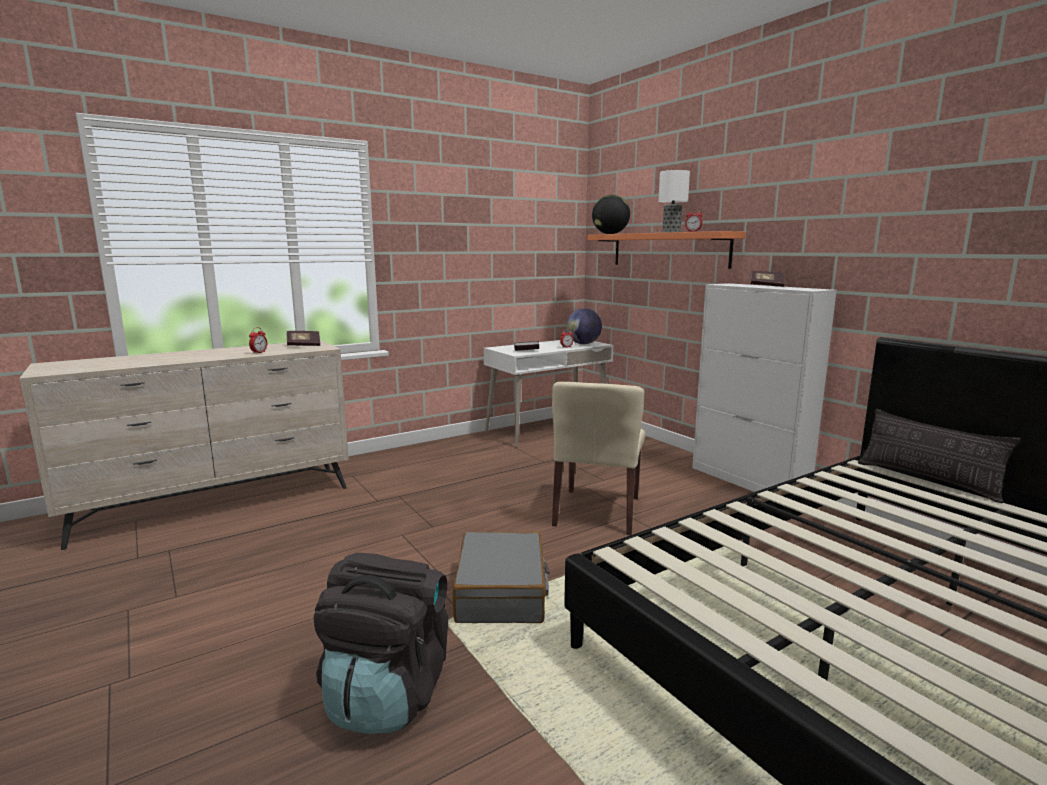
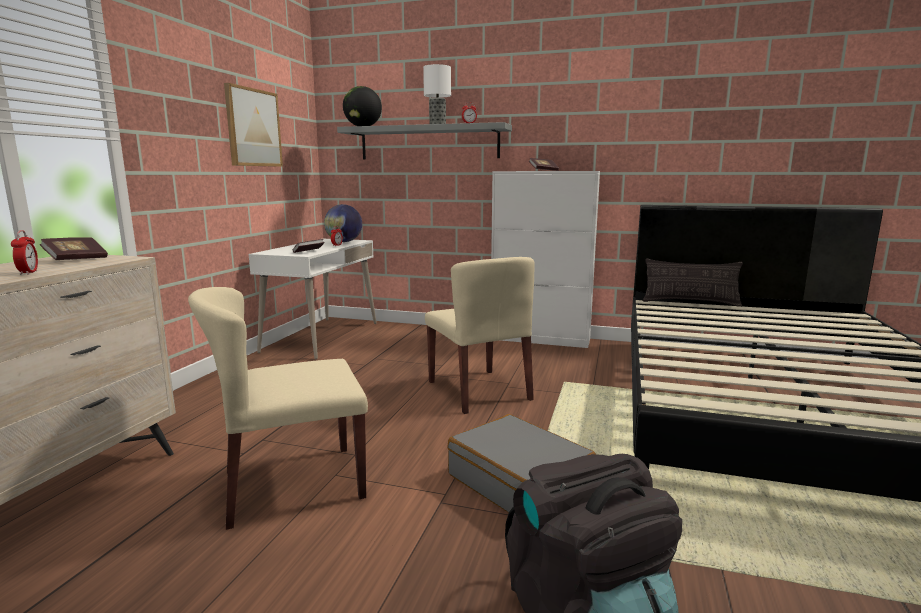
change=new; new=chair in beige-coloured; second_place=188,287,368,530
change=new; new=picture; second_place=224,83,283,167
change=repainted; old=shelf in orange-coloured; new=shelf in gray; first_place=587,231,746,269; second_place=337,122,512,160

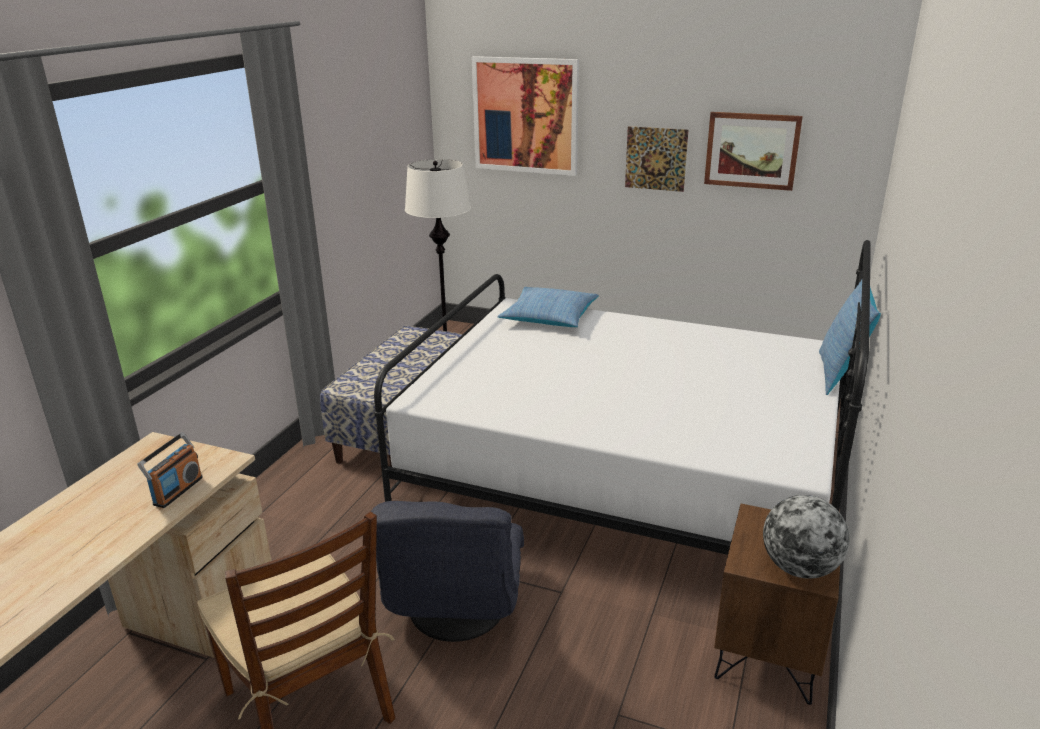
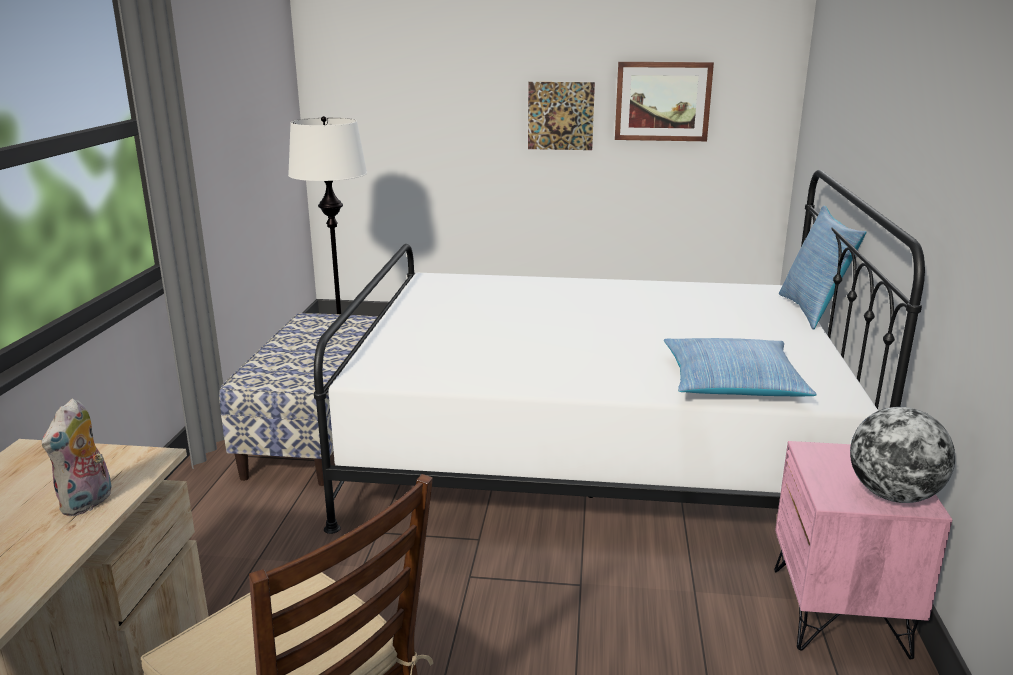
change=gone; old=lounge chair in gray; first_place=371,501,524,642
change=gone; old=picture; first_place=472,56,579,176
change=shifted; old=pillow; first_place=497,287,599,327; second_place=664,338,816,397
change=swapped; old=radio set; new=cuddly toy; first_place=137,432,203,508; second_place=42,398,112,516
change=repainted; old=bedside table in brown-coloured; new=bedside table in pink; first_place=714,504,840,705; second_place=774,441,952,659

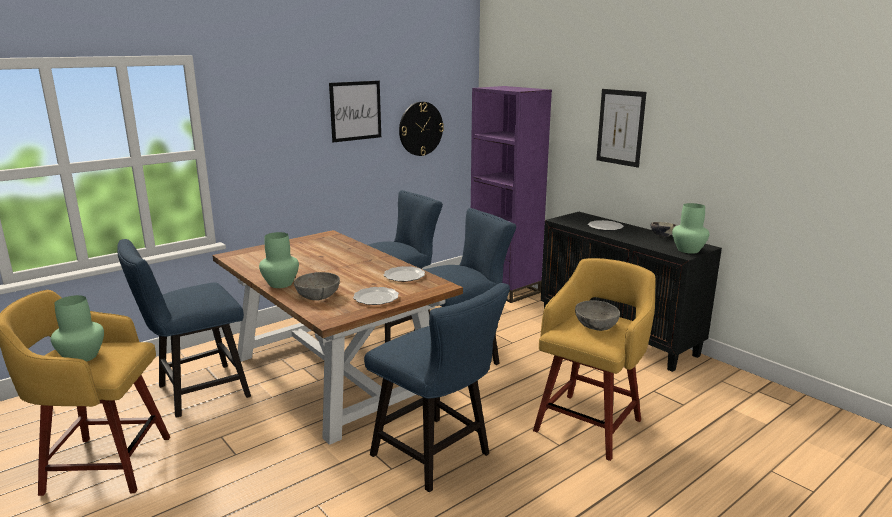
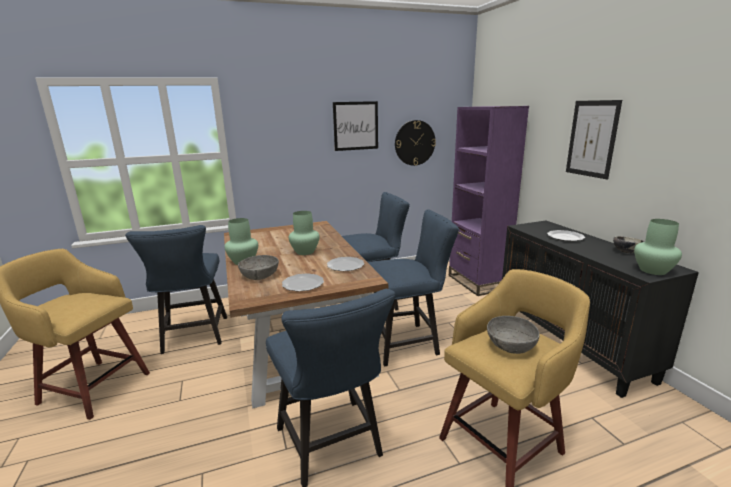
change=shifted; old=flower vase in green-coloured; first_place=51,295,104,362; second_place=289,211,320,255
change=rotated; old=chair in blue-coloured; first_place=117,239,251,418; second_place=125,225,227,354; degrees=-90

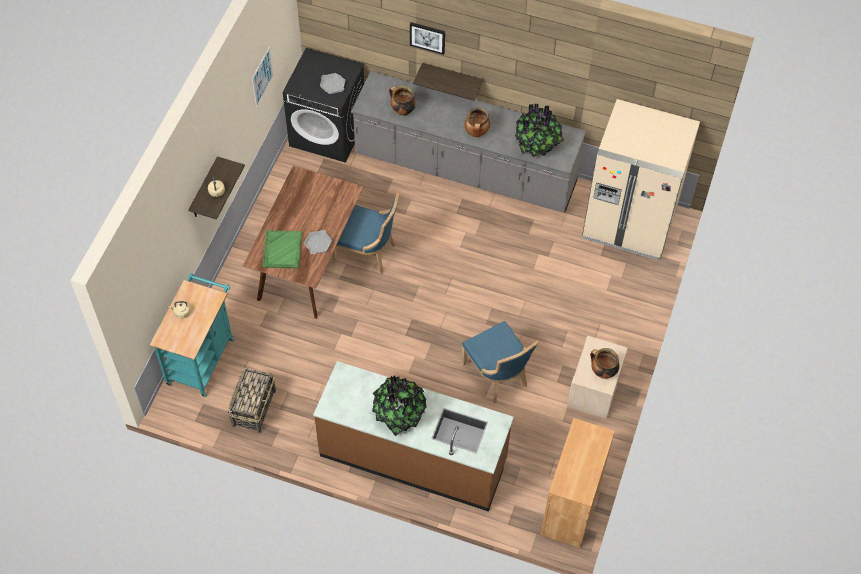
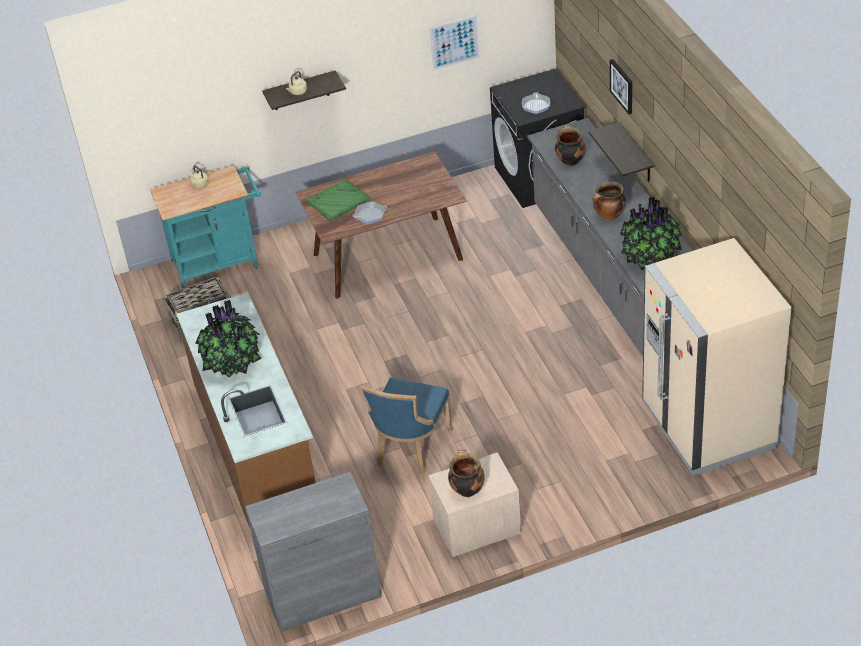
change=gone; old=chair in blue-coloured; first_place=331,193,399,274
change=repainted; old=cupboard in brown-coloured; new=cupboard in gray; first_place=540,418,615,548; second_place=245,472,382,632

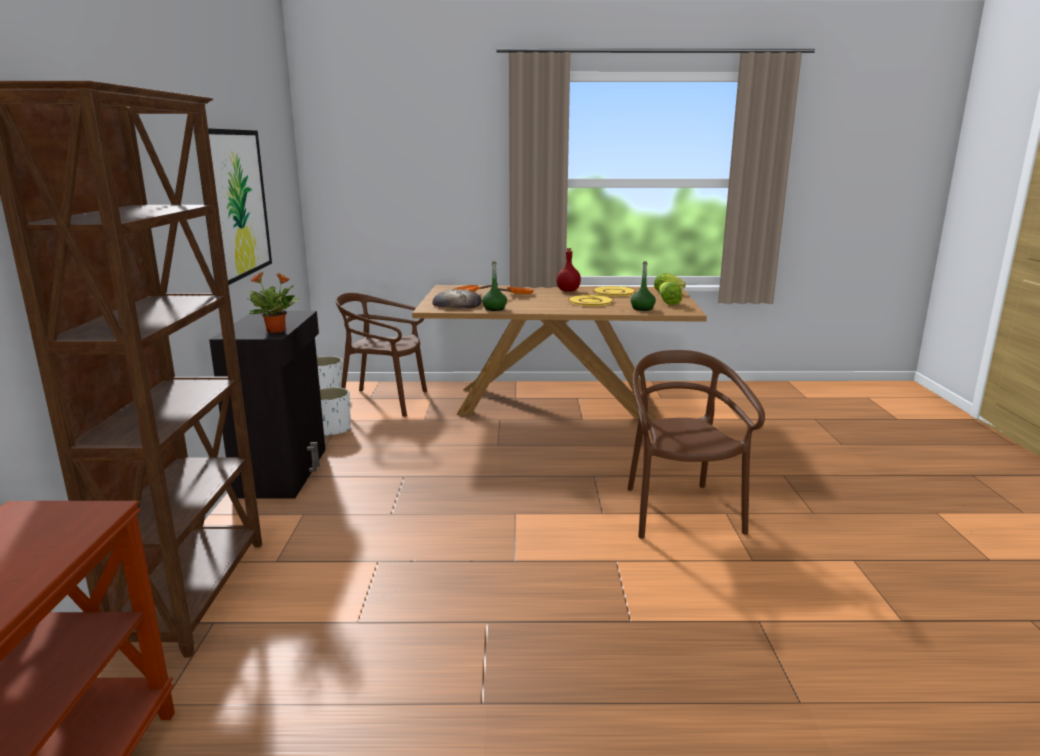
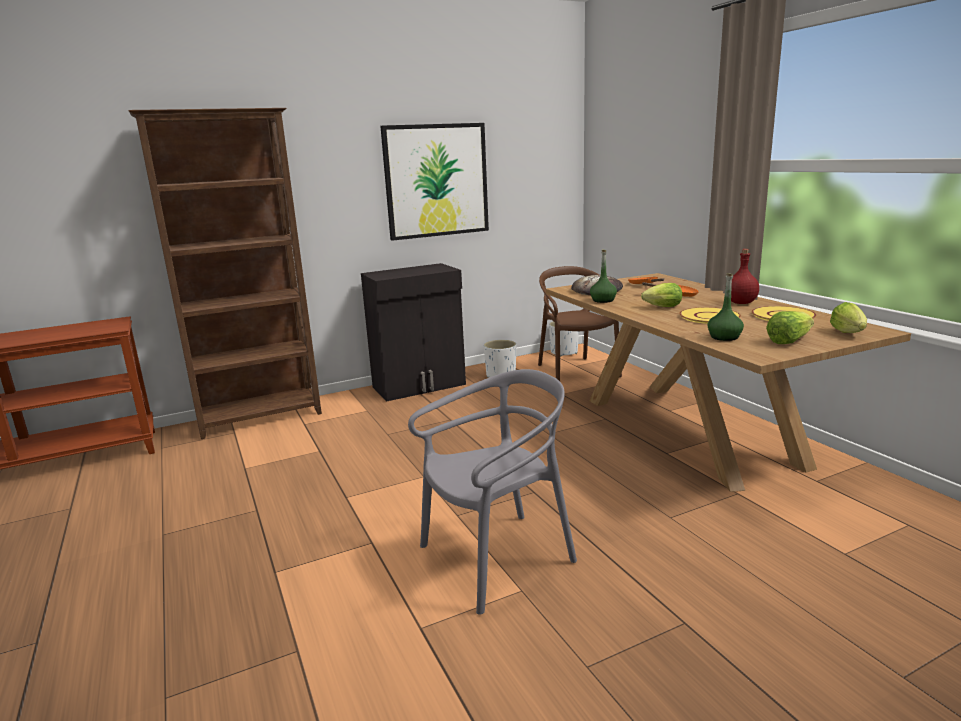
change=gone; old=potted plant; first_place=245,272,300,333
change=new; new=lettuce head; second_place=641,283,682,307
change=repainted; old=chair in brown-coloured; new=chair in gray; first_place=628,350,765,539; second_place=408,369,577,615

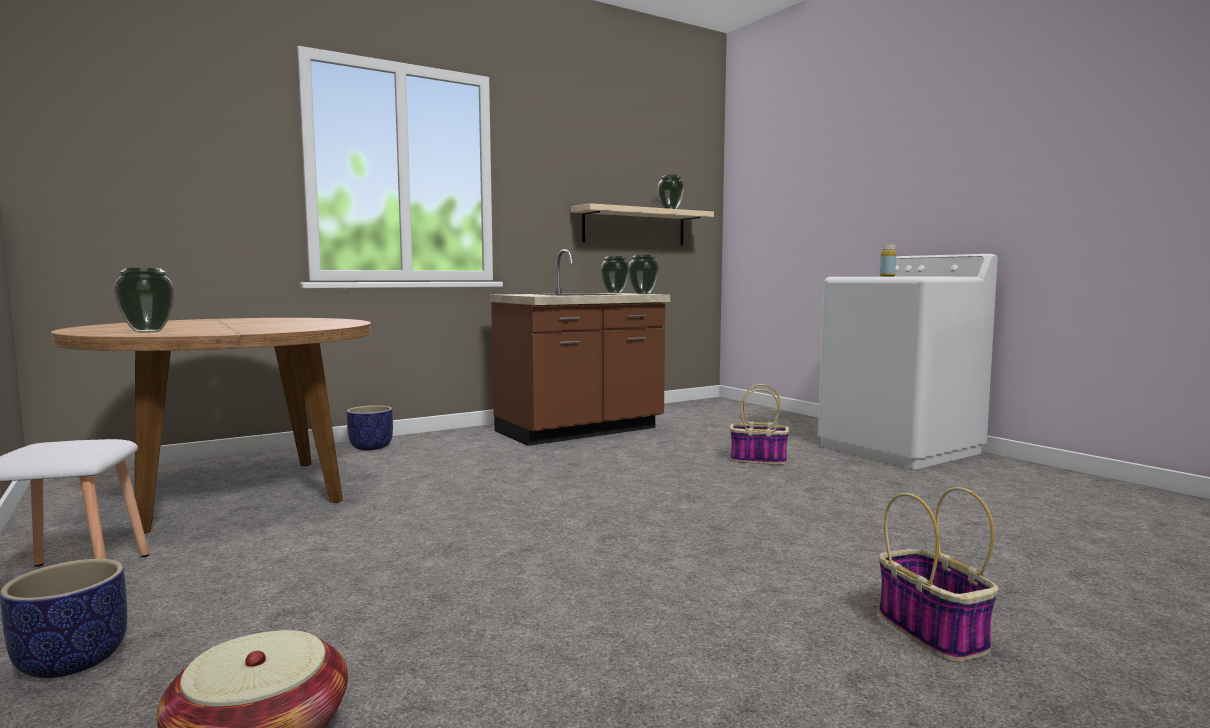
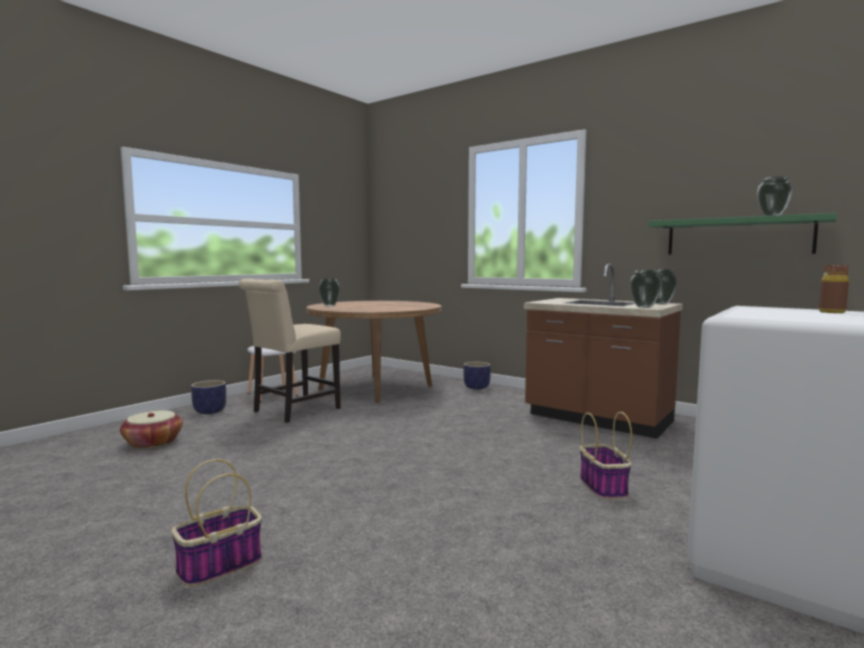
change=new; new=chair in beige-coloured; second_place=239,279,341,423
change=repainted; old=shelf in beige-coloured; new=shelf in green-coloured; first_place=571,203,714,245; second_place=648,213,837,255
change=repainted; old=drink bottle in yellowish; new=drink bottle in brown-coloured; first_place=880,244,896,276; second_place=819,265,849,313

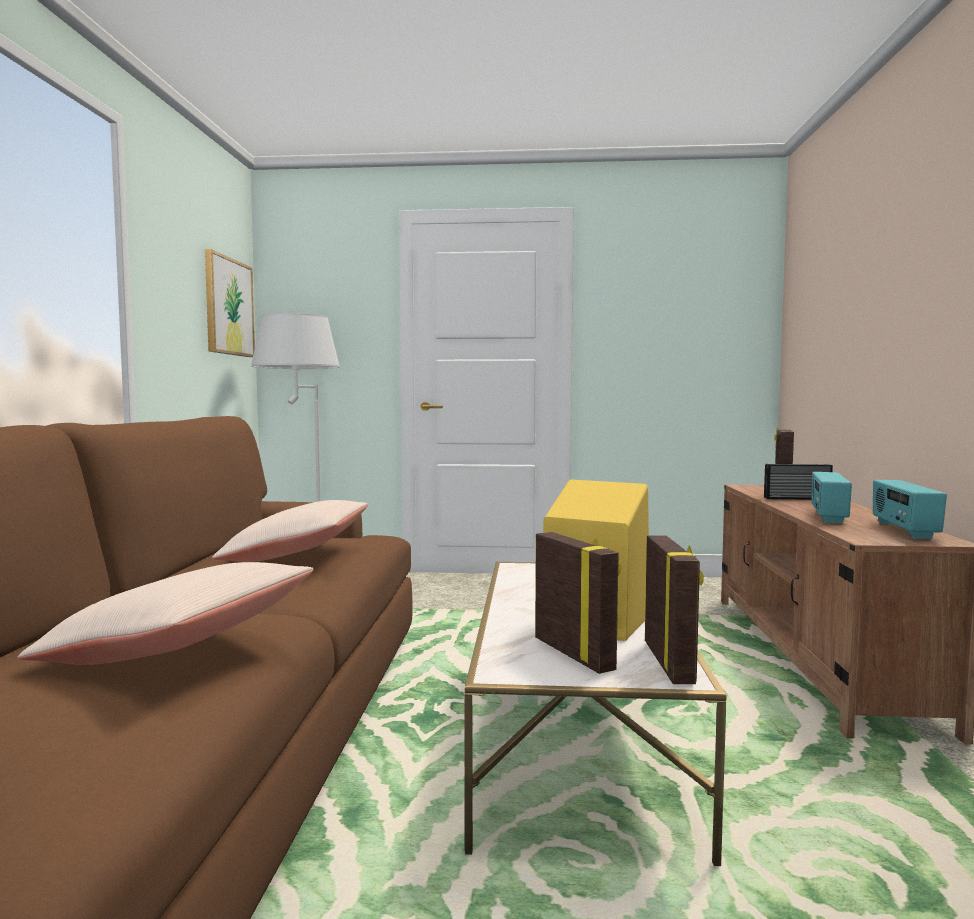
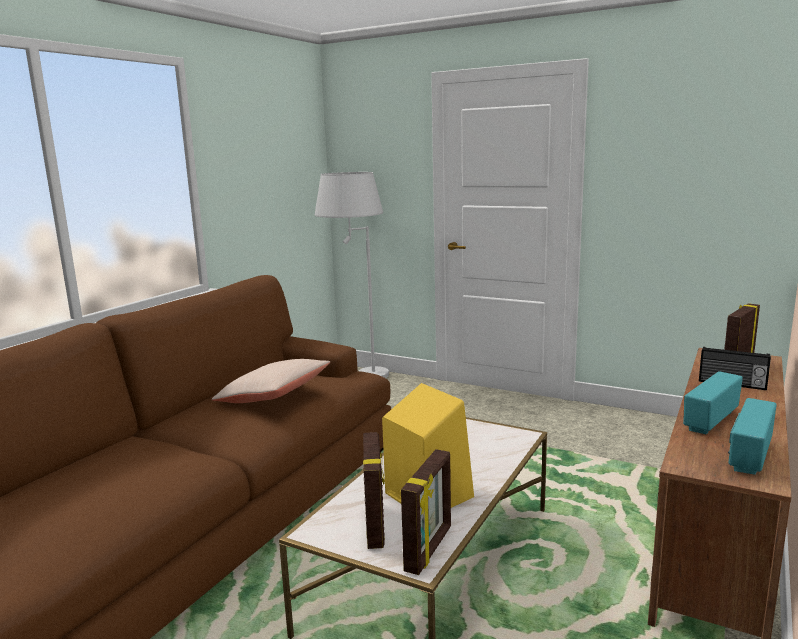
change=gone; old=pillow in beige-coloured; first_place=18,562,314,665
change=gone; old=picture; first_place=205,249,255,357

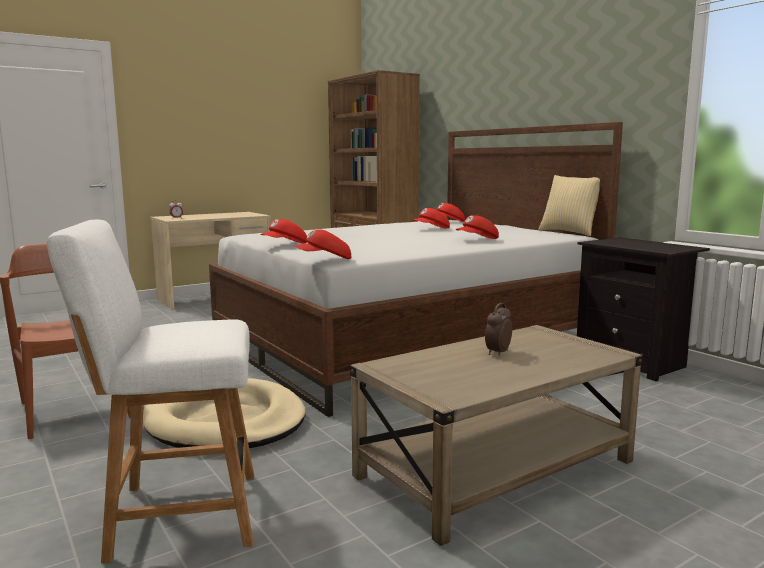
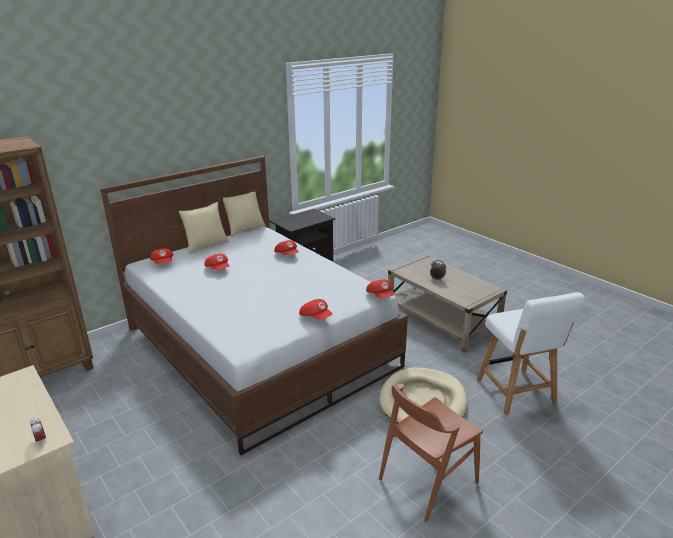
change=new; new=pillow; second_place=178,202,229,253

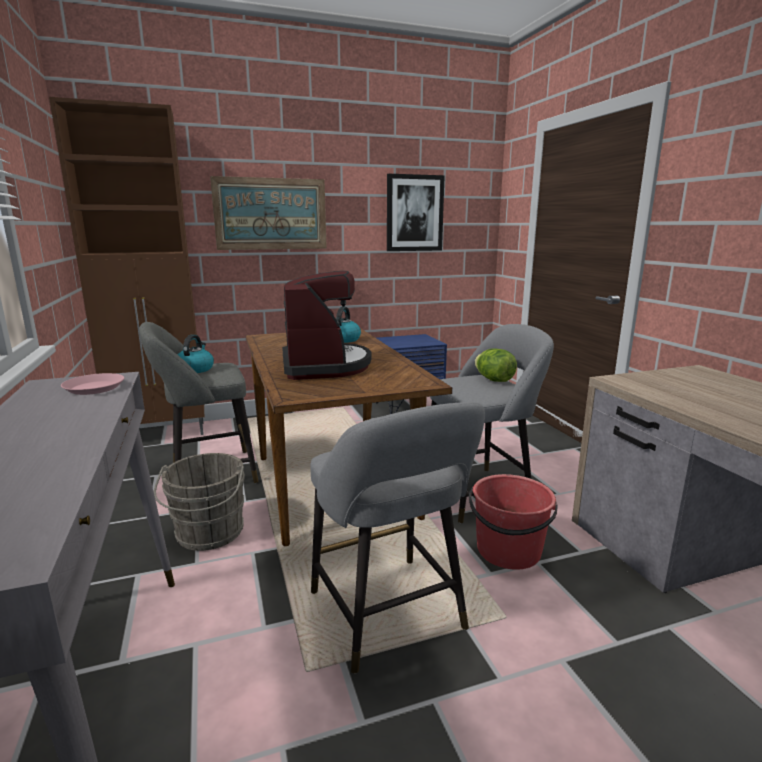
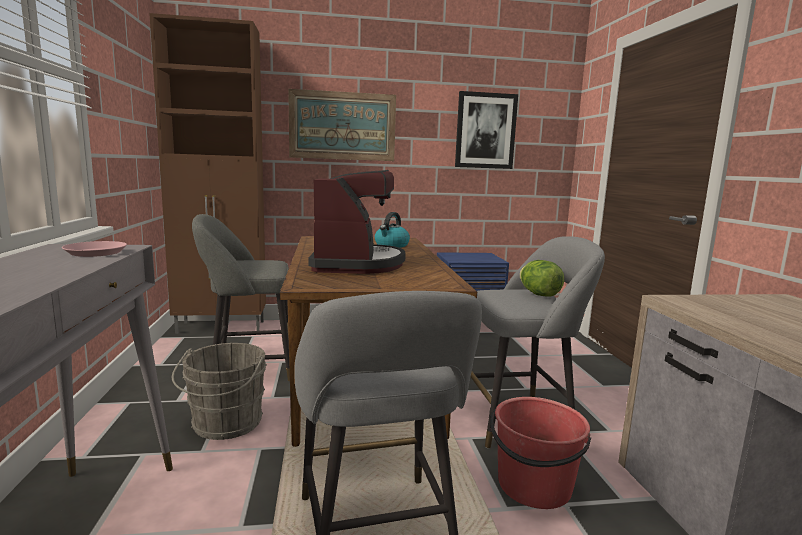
change=gone; old=kettle; first_place=178,335,214,373

